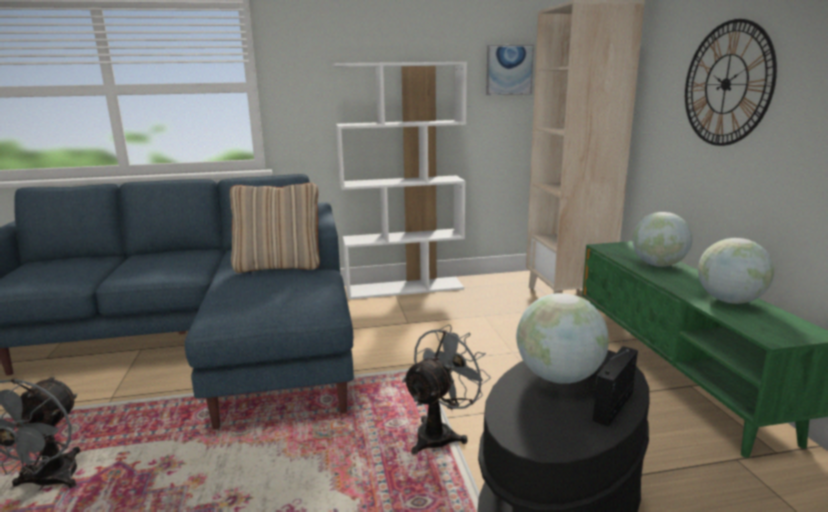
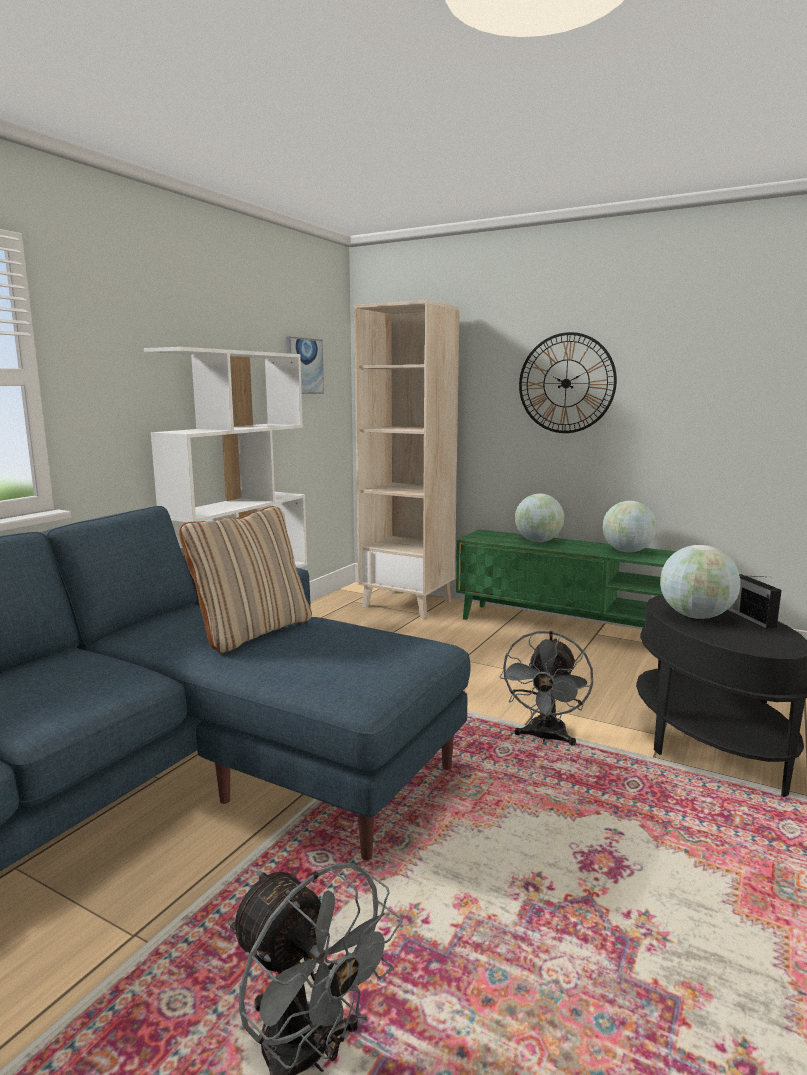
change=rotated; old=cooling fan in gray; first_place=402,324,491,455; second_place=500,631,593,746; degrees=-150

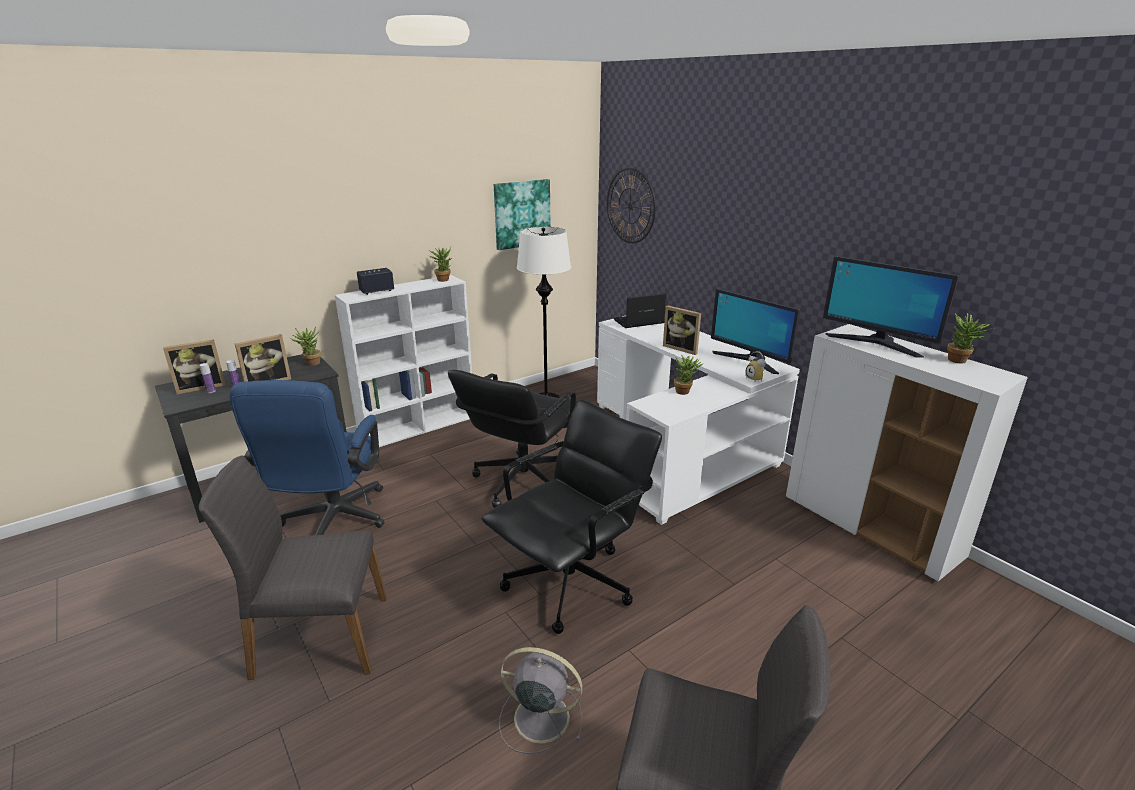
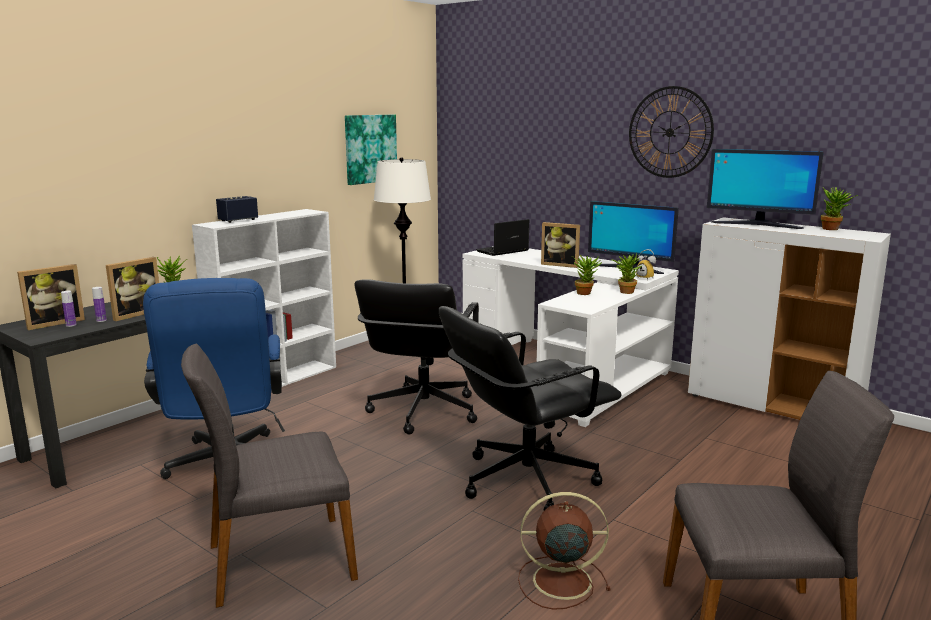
change=shifted; old=potted plant; first_place=429,248,452,282; second_place=611,252,643,294
change=shifted; old=wall clock; first_place=607,167,656,243; second_place=629,86,714,178
change=repainted; old=cooling fan in gray; new=cooling fan in brown-coloured; first_place=499,647,583,754; second_place=518,492,610,610
change=rotated; old=desk chair in blackish; first_place=482,399,662,634; second_place=439,306,622,511; degrees=-150

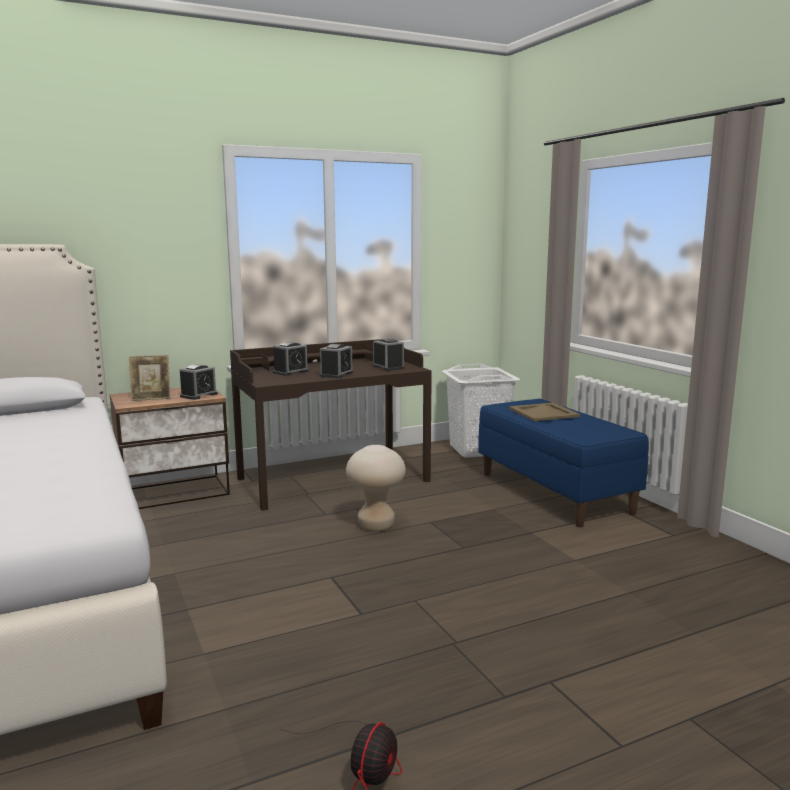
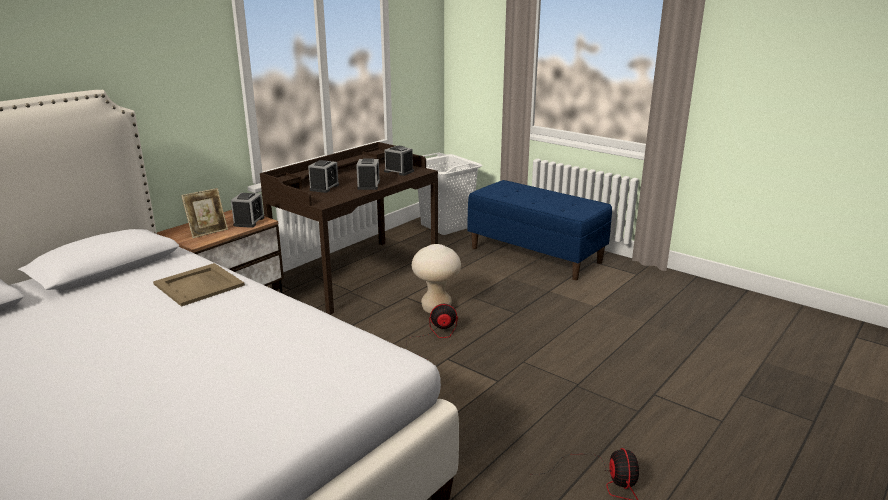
change=new; new=cooling fan; second_place=406,304,458,361
change=shifted; old=serving tray in beige-coloured; first_place=509,403,580,421; second_place=153,263,245,307

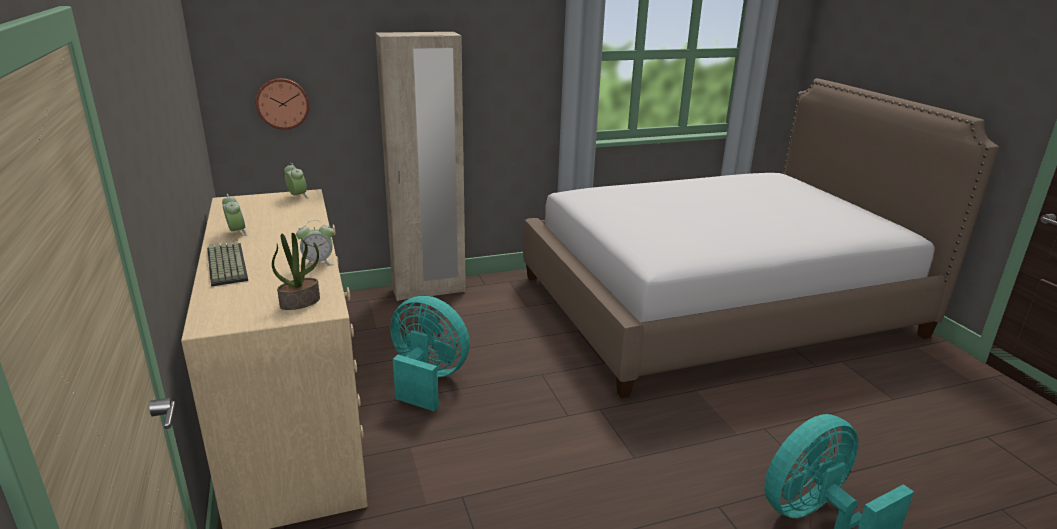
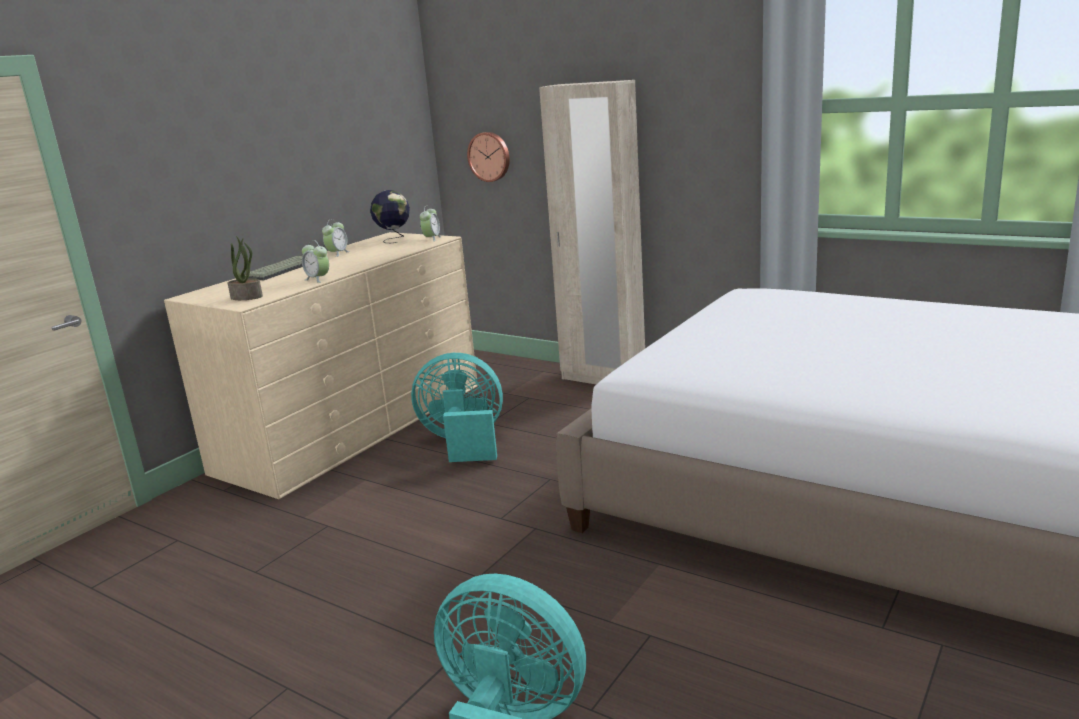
change=new; new=globe; second_place=370,190,410,243
change=rotated; old=cooling fan in turquoise; first_place=390,296,470,411; second_place=411,353,503,462; degrees=-75

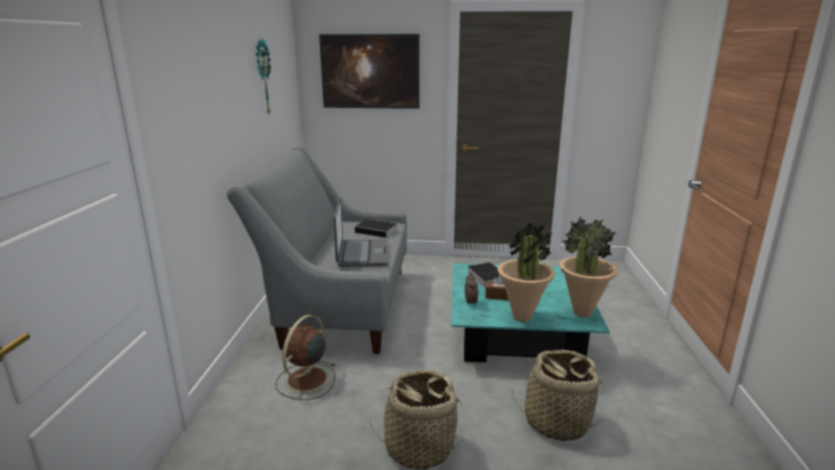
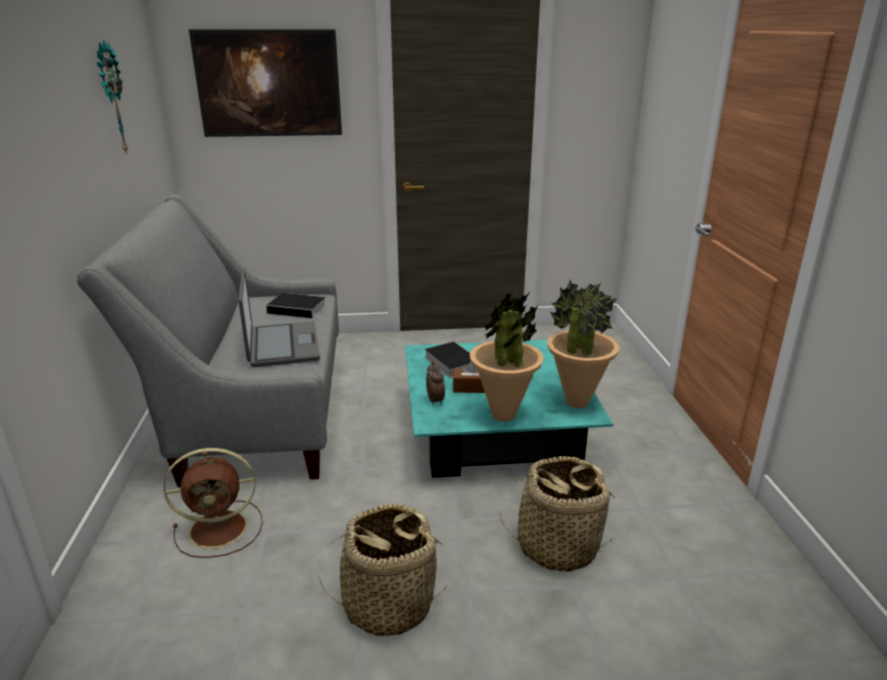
change=rotated; old=cooling fan in brown-coloured; first_place=275,315,335,400; second_place=164,448,263,558; degrees=-120

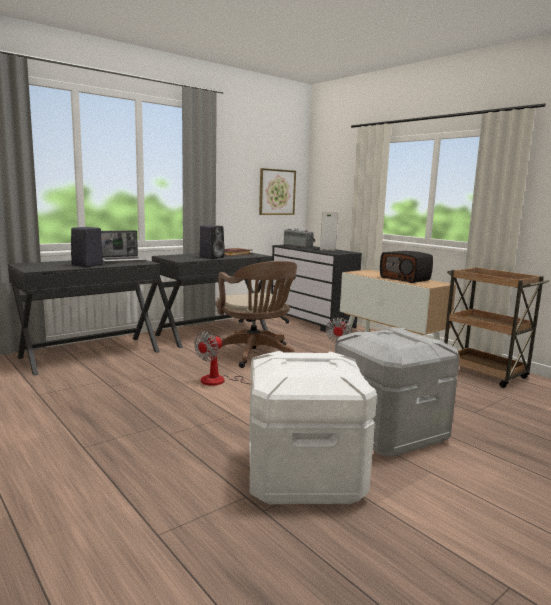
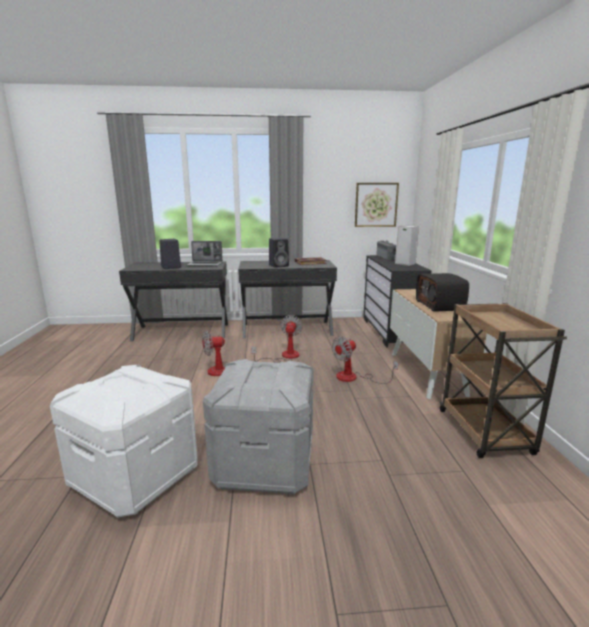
change=swapped; old=desk chair in brown-coloured; new=cooling fan; first_place=215,261,297,368; second_place=251,315,303,363

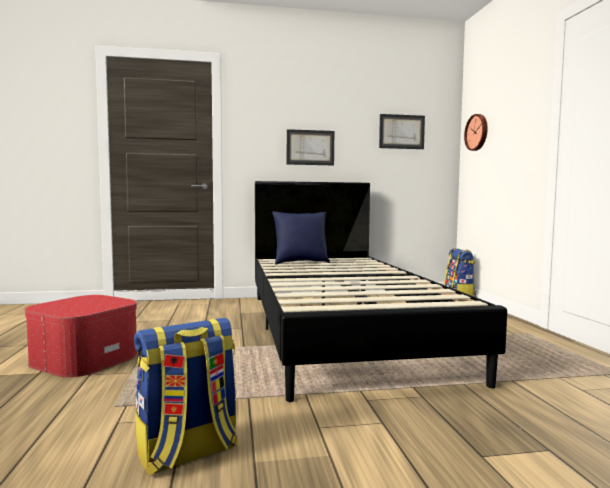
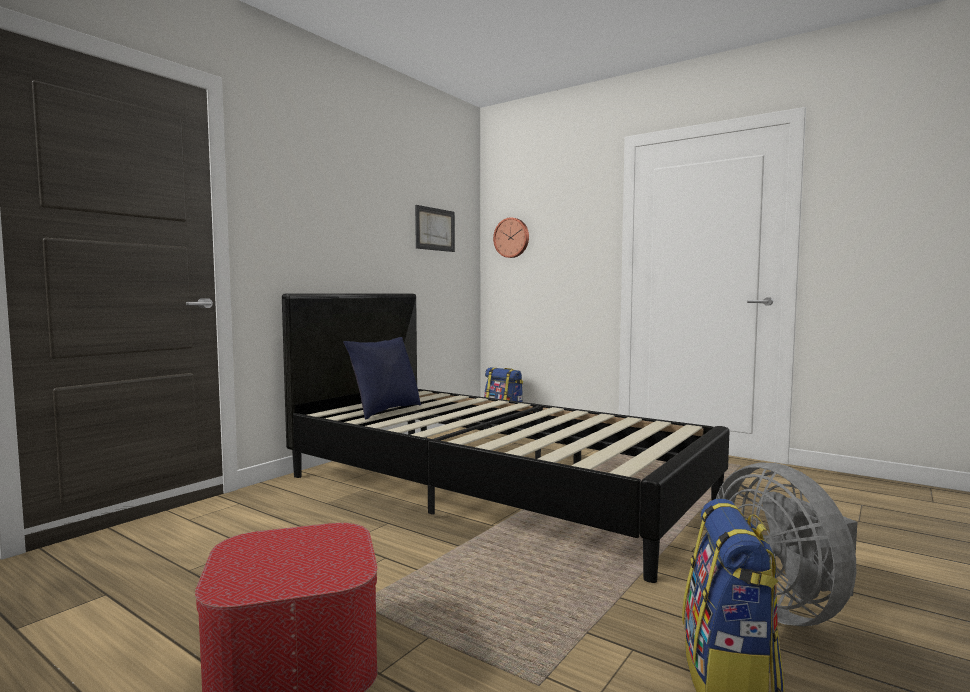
change=gone; old=picture; first_place=287,129,334,165
change=new; new=cooling fan in gray; second_place=716,463,857,626

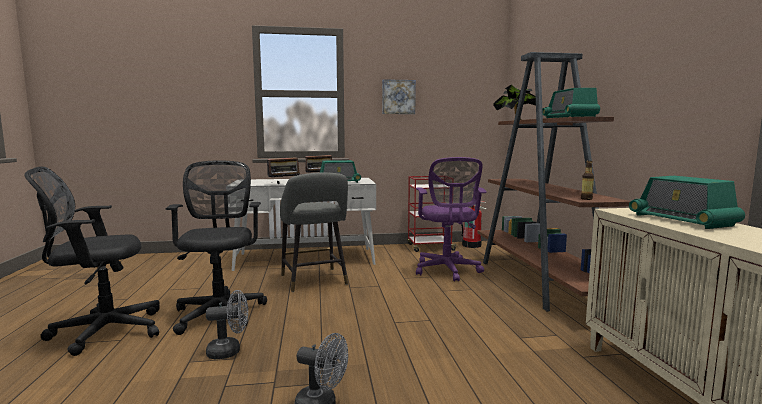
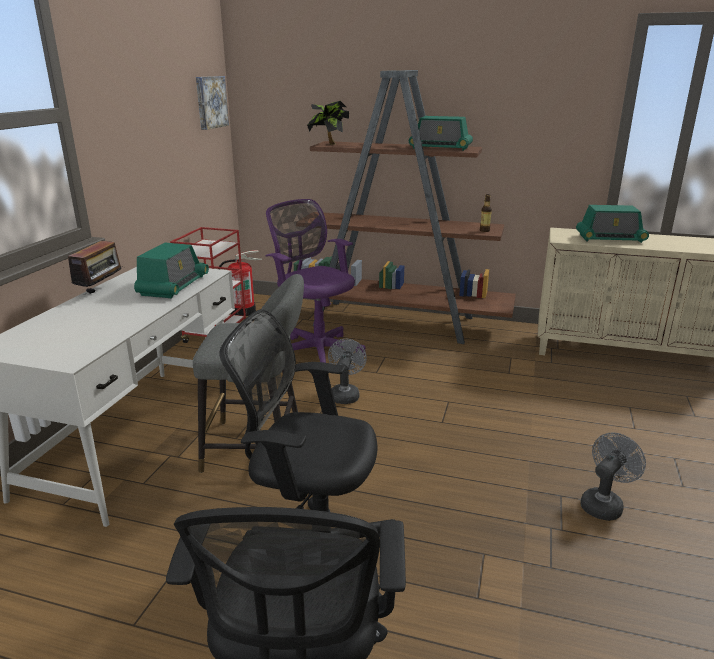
change=gone; old=radio set; first_place=267,151,300,184
change=shifted; old=cooling fan in gray; first_place=206,290,248,359; second_place=328,339,367,404
change=shifted; old=picture; first_place=382,79,416,114; second_place=196,76,229,130
change=rotated; old=desk chair in purple; first_place=416,157,487,282; second_place=265,199,366,363; degrees=-150

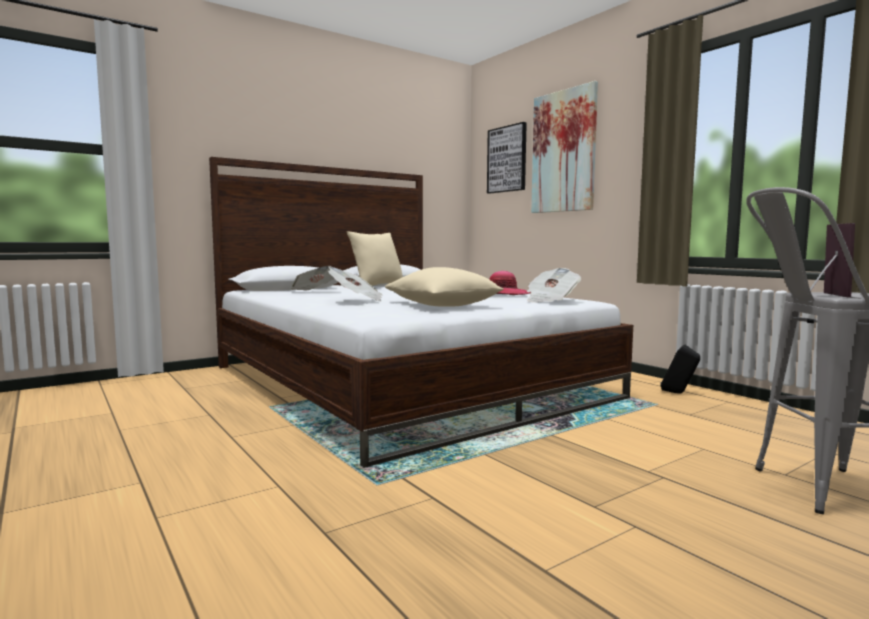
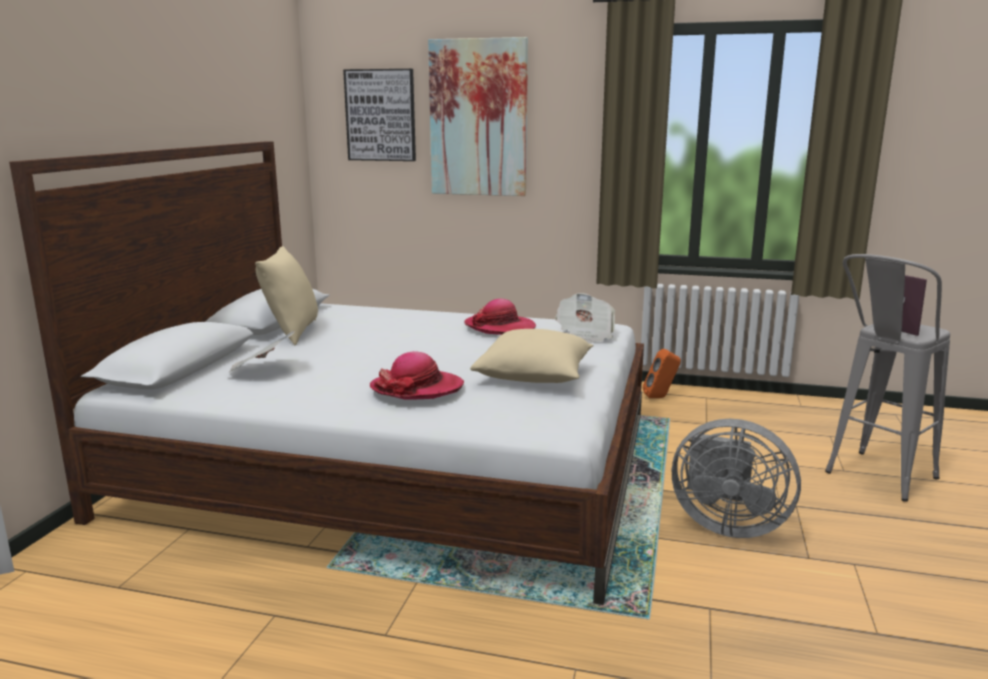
change=new; new=cooling fan in gray; second_place=672,419,801,538
change=swapped; old=printed paper; new=wearable hat; first_place=328,266,383,301; second_place=370,351,464,400
change=repainted; old=loudspeaker in blackish; new=loudspeaker in orange-coloured; first_place=660,345,700,394; second_place=643,349,681,398

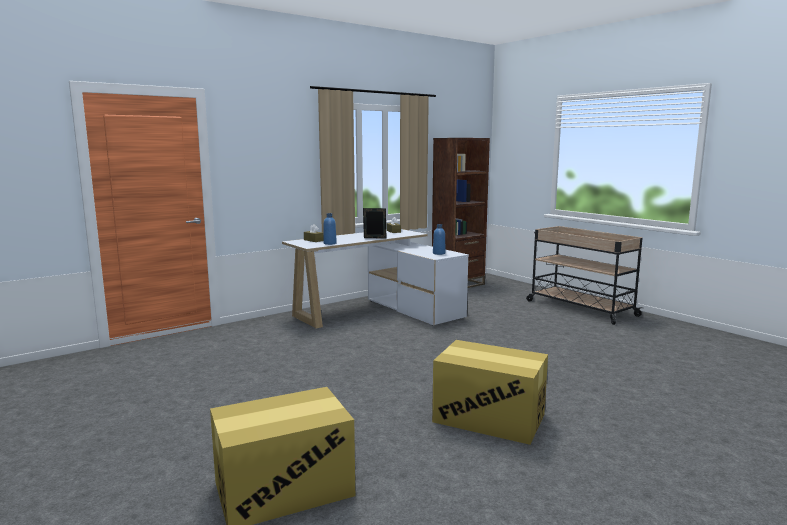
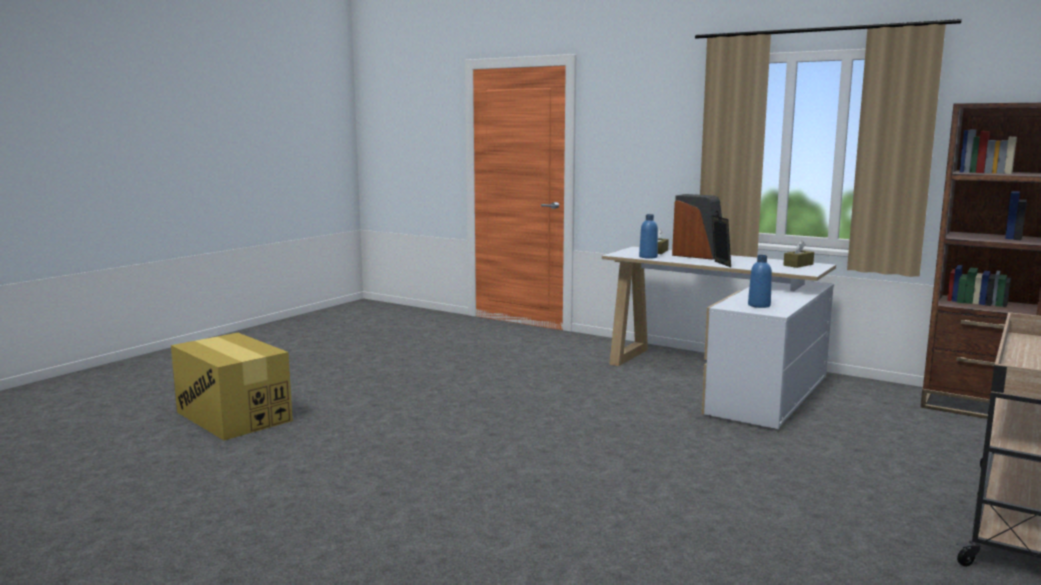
change=gone; old=packing box; first_place=432,340,548,445
change=new; new=loudspeaker; second_place=672,194,722,260

